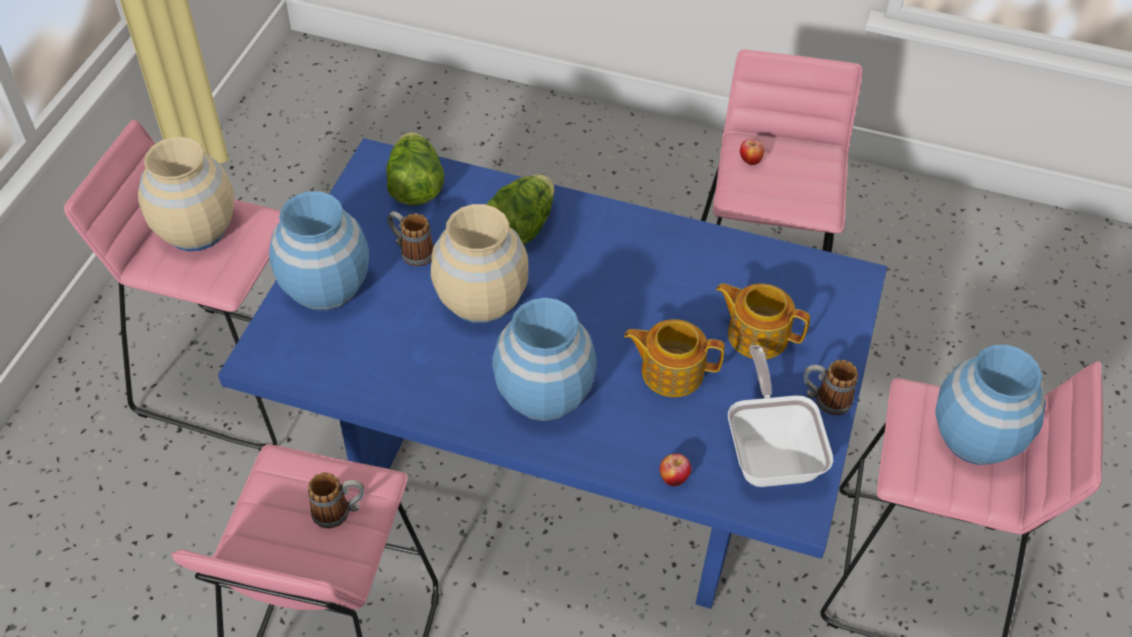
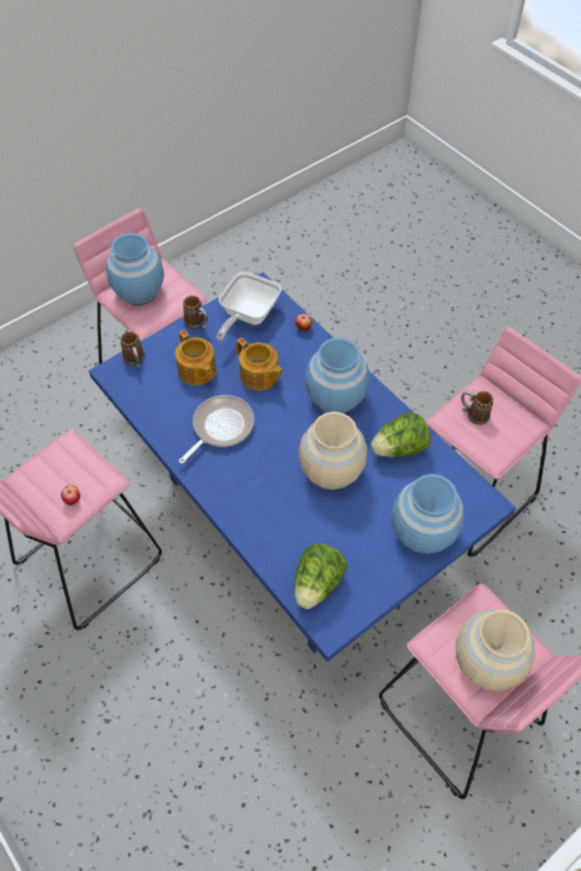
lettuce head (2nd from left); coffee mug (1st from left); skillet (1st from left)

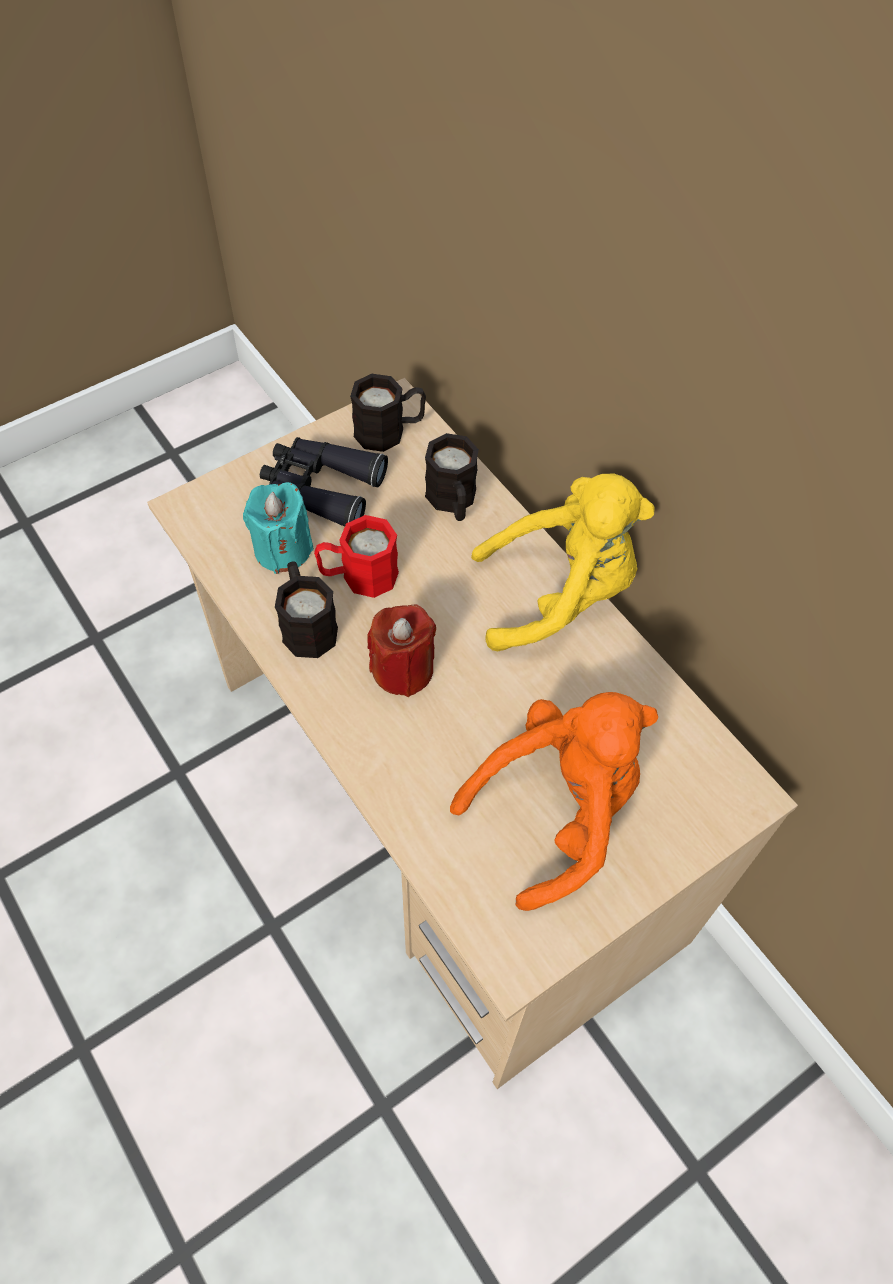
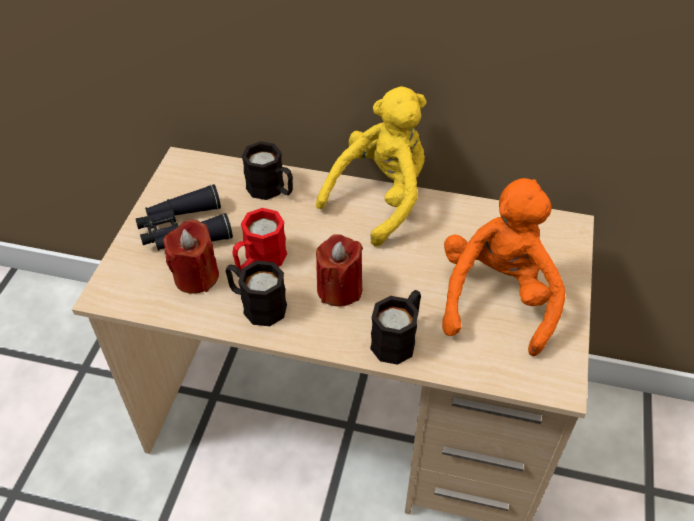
black coffee mug (3rd from left); red-coloured candle (1st from left)

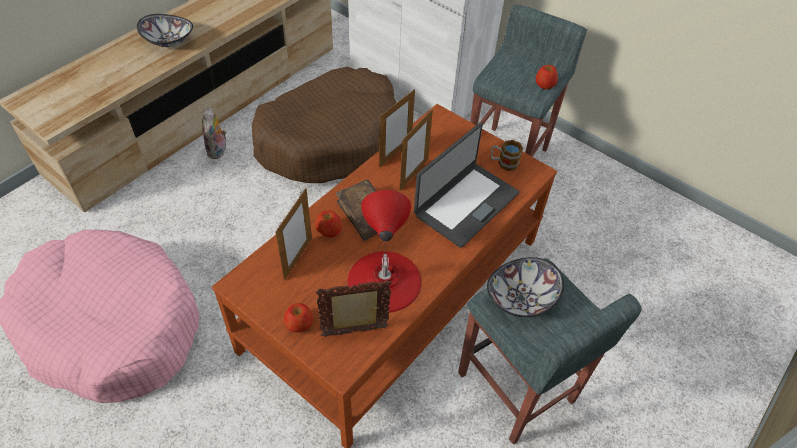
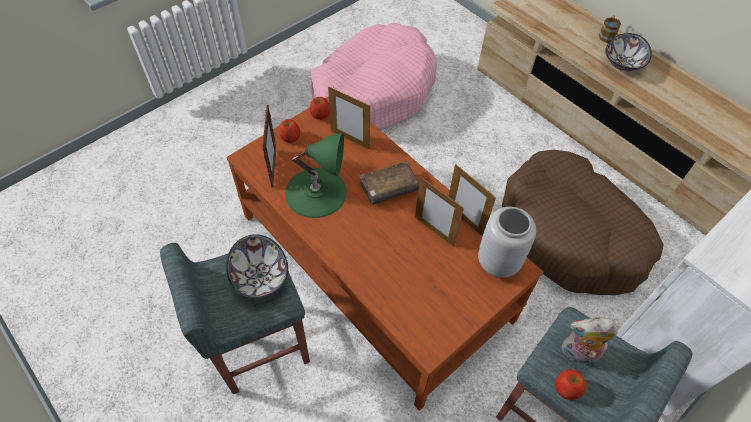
plush toy; notebook computer; coffee mug; green-coloured tabletop lamp; apple (2nd from left); grey decorative vase

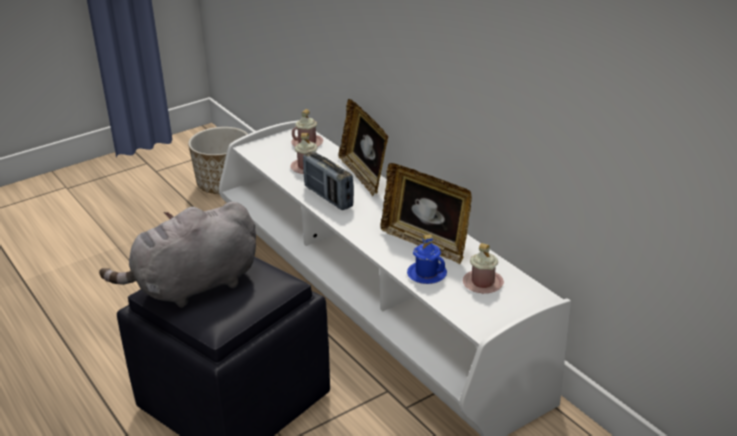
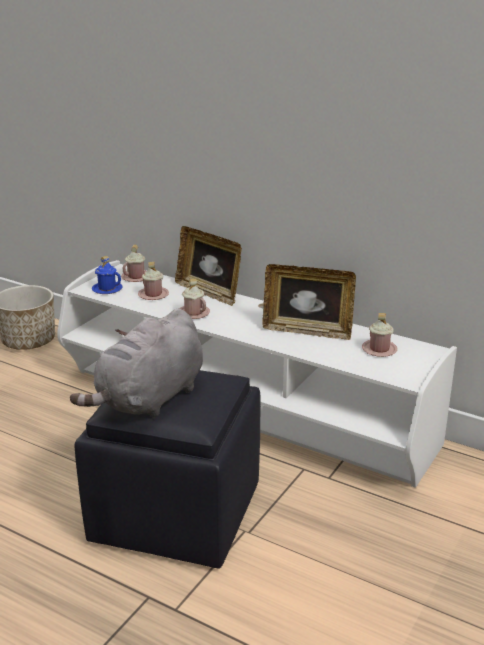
pinkish coffee mug (3rd from left); bluish coffee mug

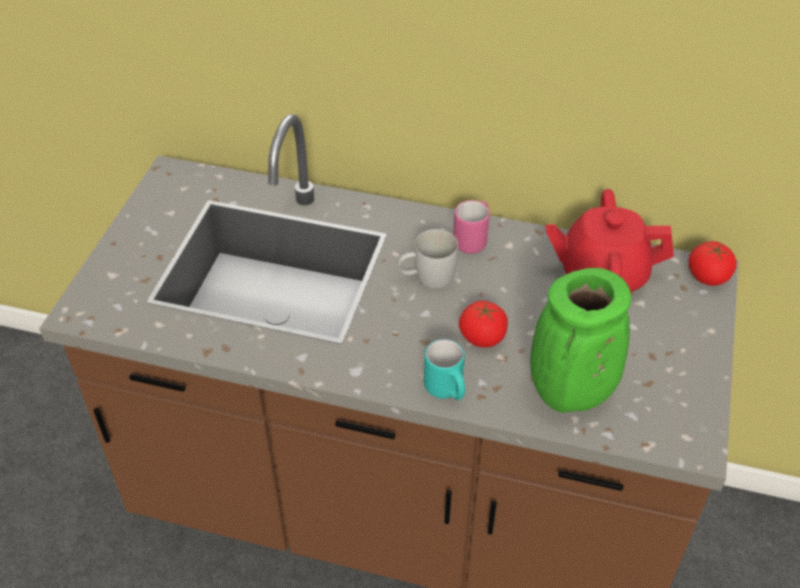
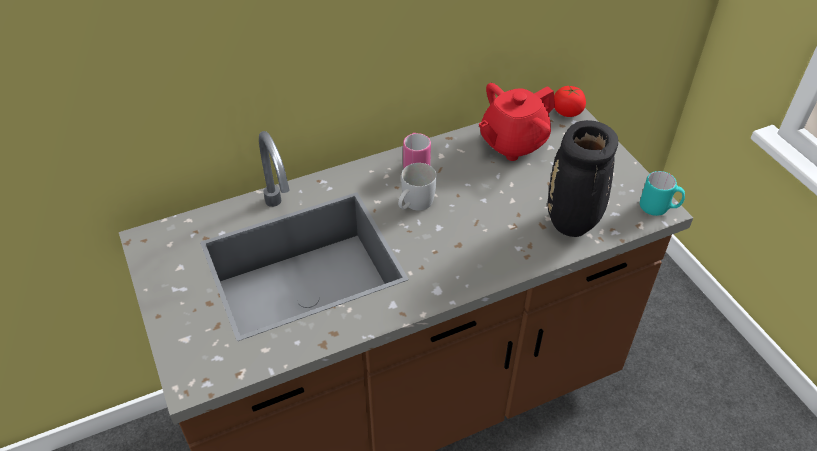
black decorative vase; tomato (1st from left in the first image); turquoise coffee mug

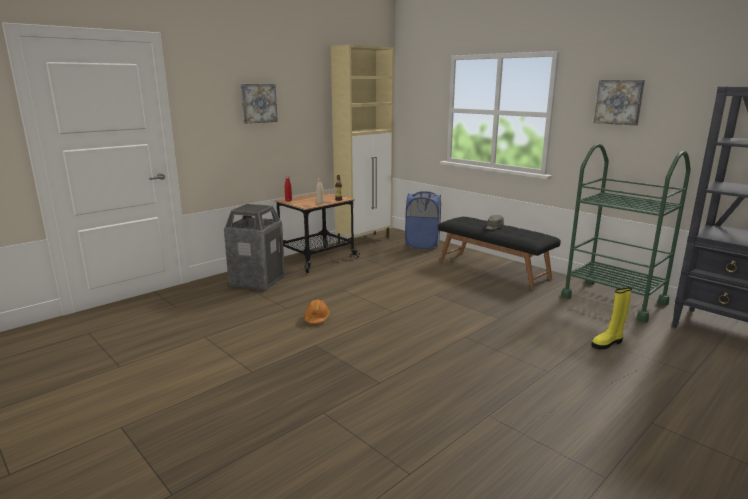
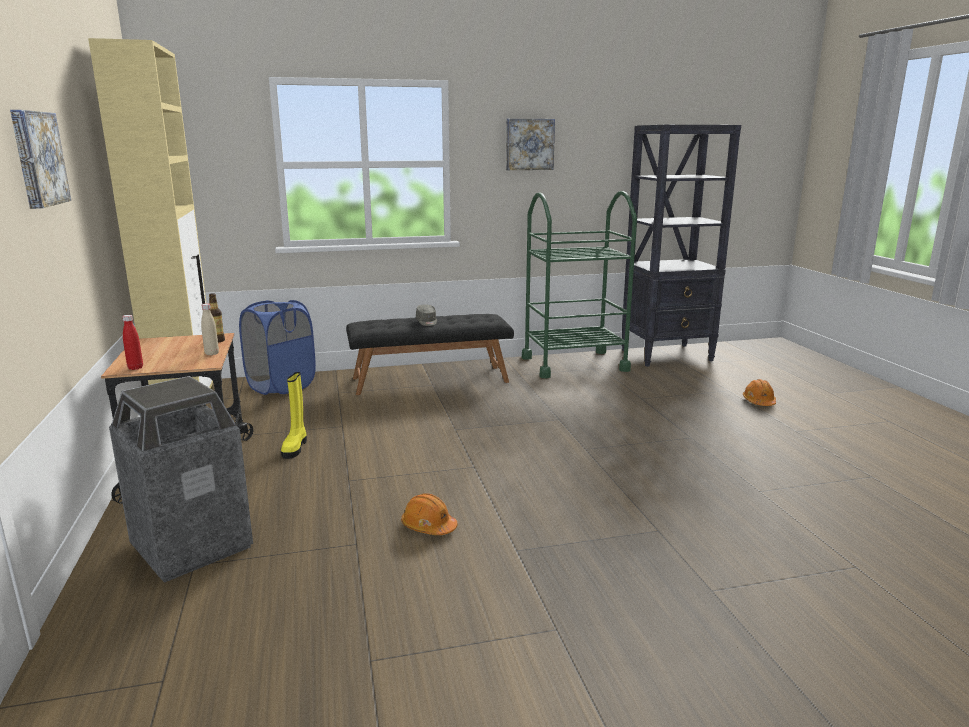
yellowish tall boot; orange safety helmet (2nd from left)

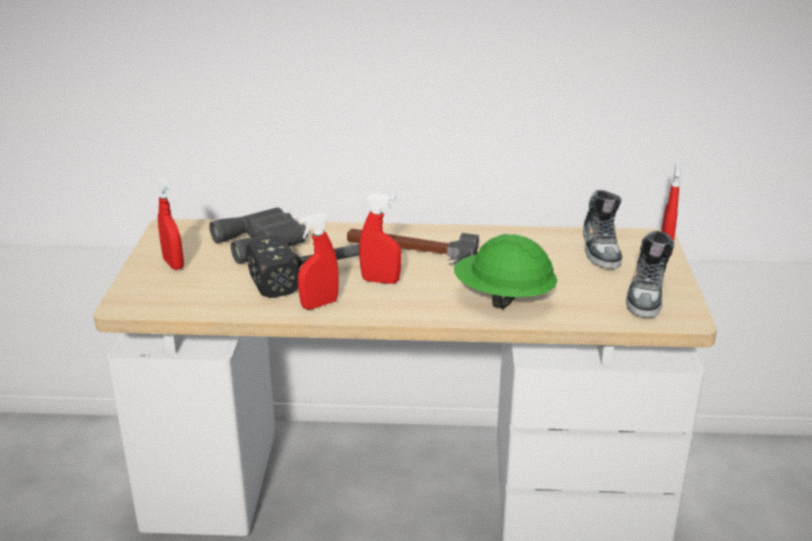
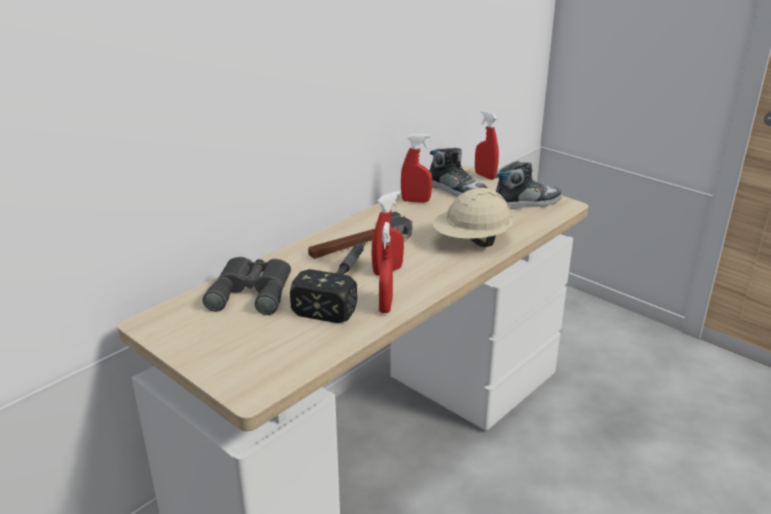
red-coloured spray bottle (3rd from left); shoe (2nd from left); beige safety helmet

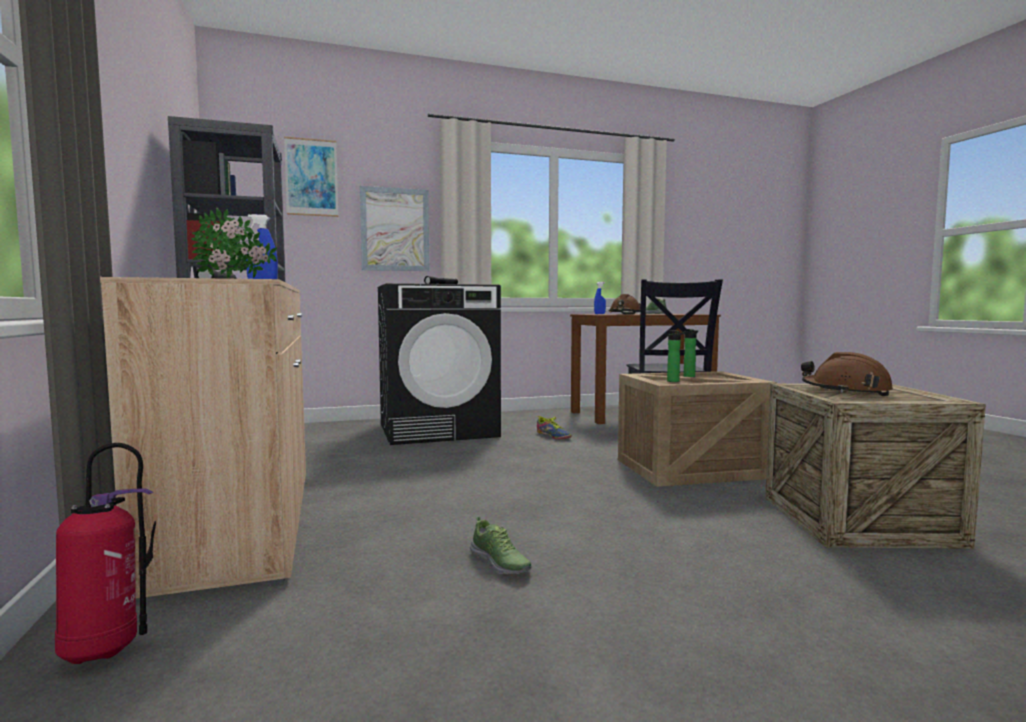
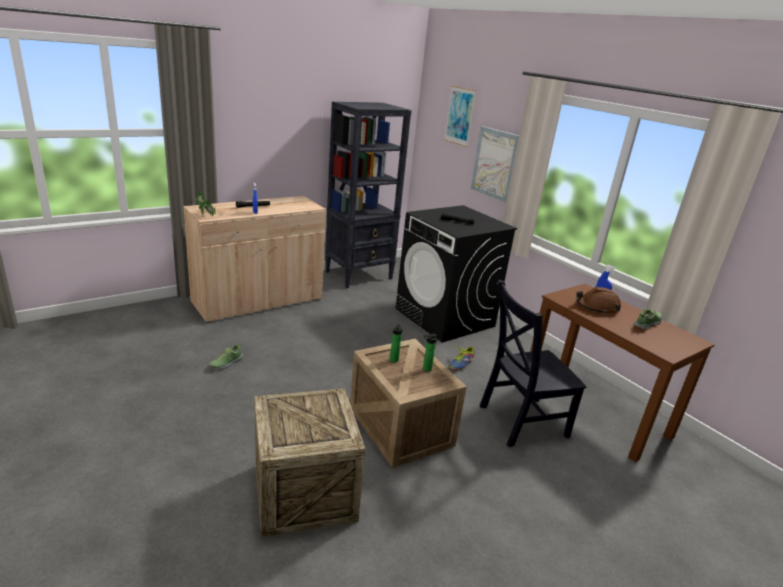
brown safety helmet (2nd from left in the first image); fire extinguisher

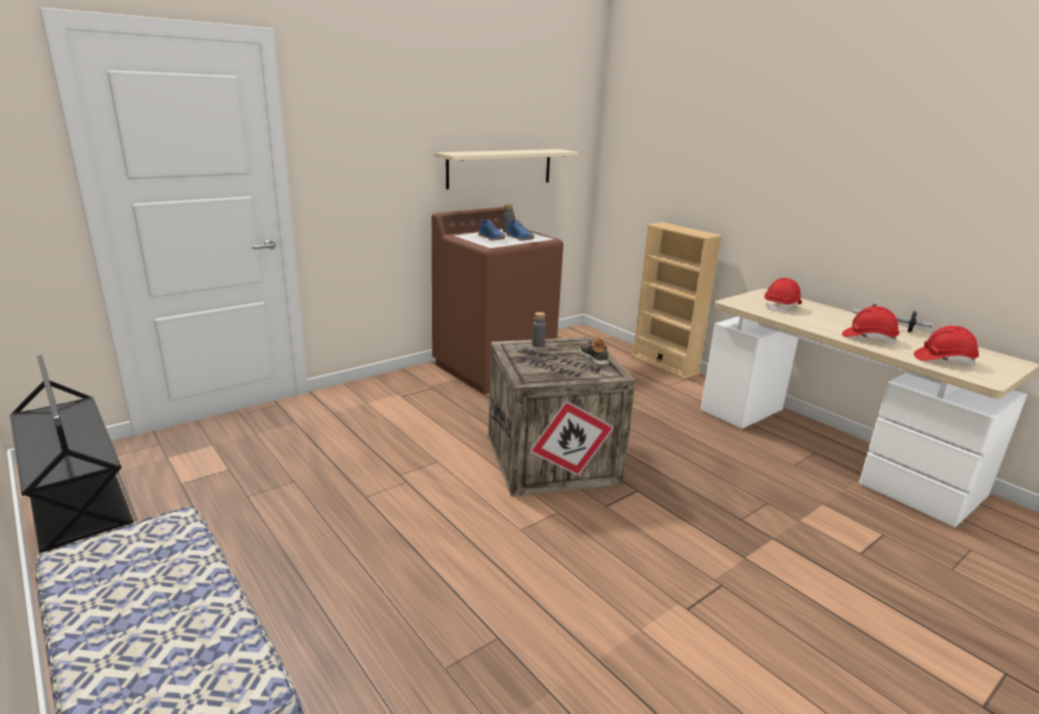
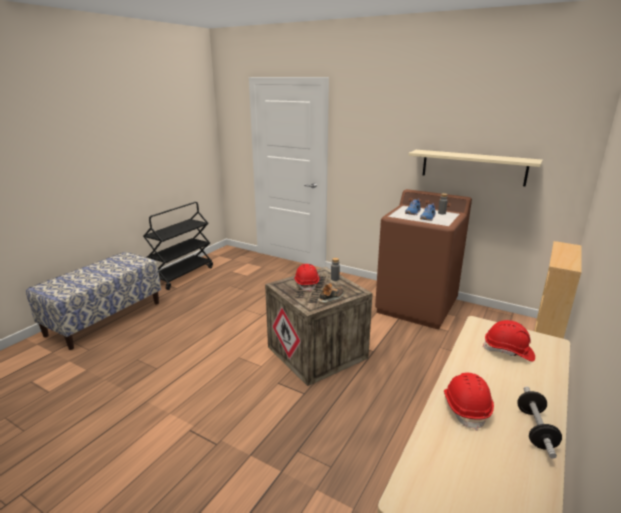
red-coloured safety helmet (1st from left)

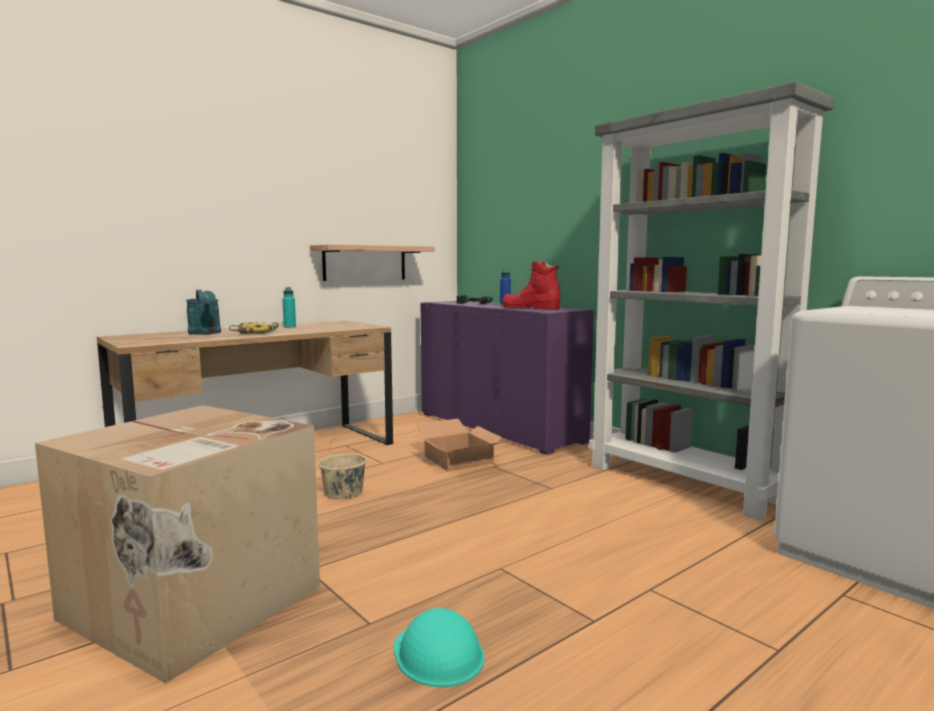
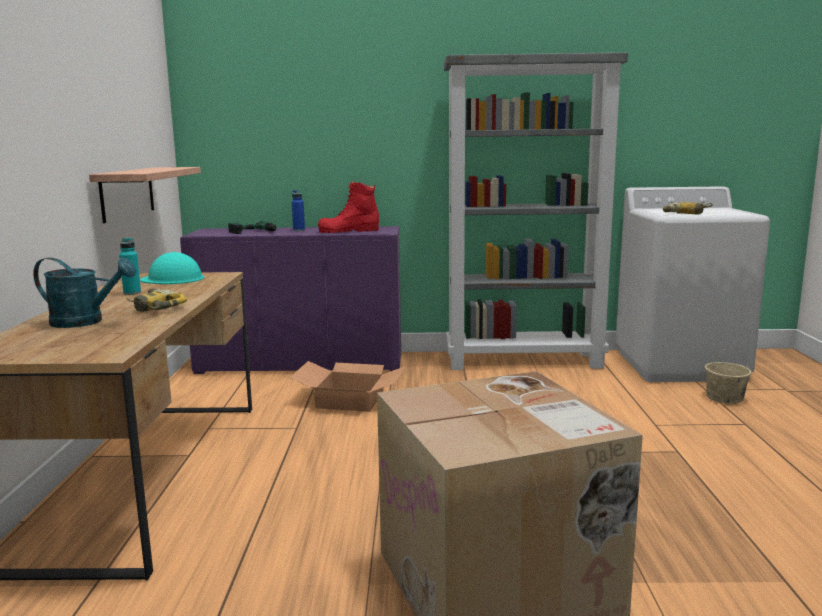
beige pail; turquoise safety helmet; drill (3rd from left)

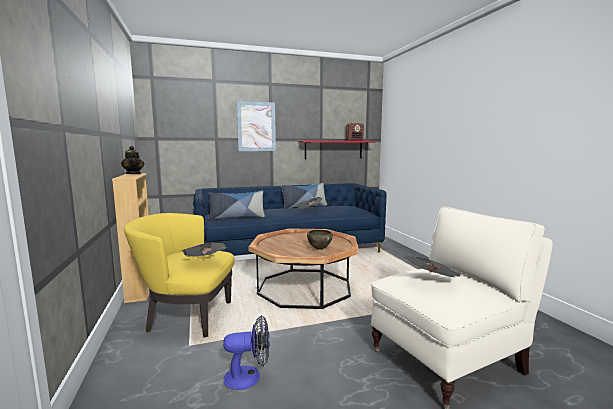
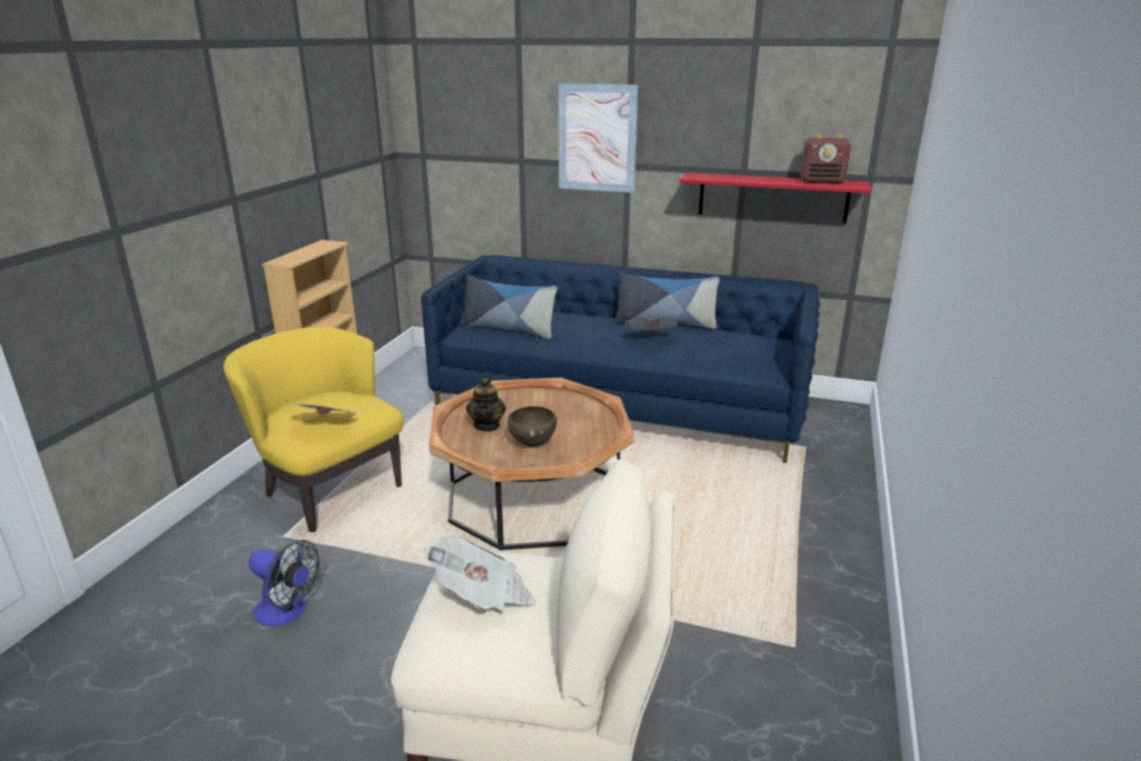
teapot

